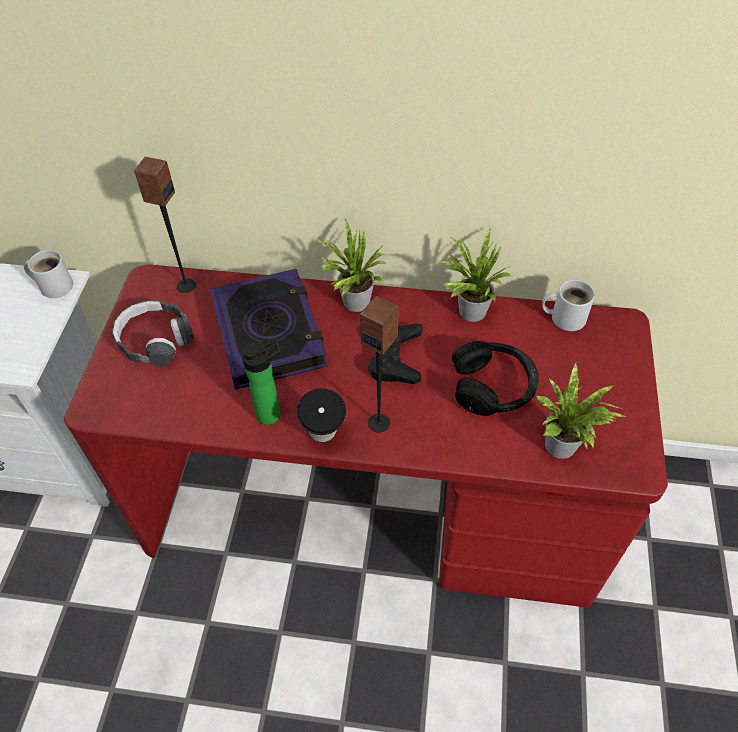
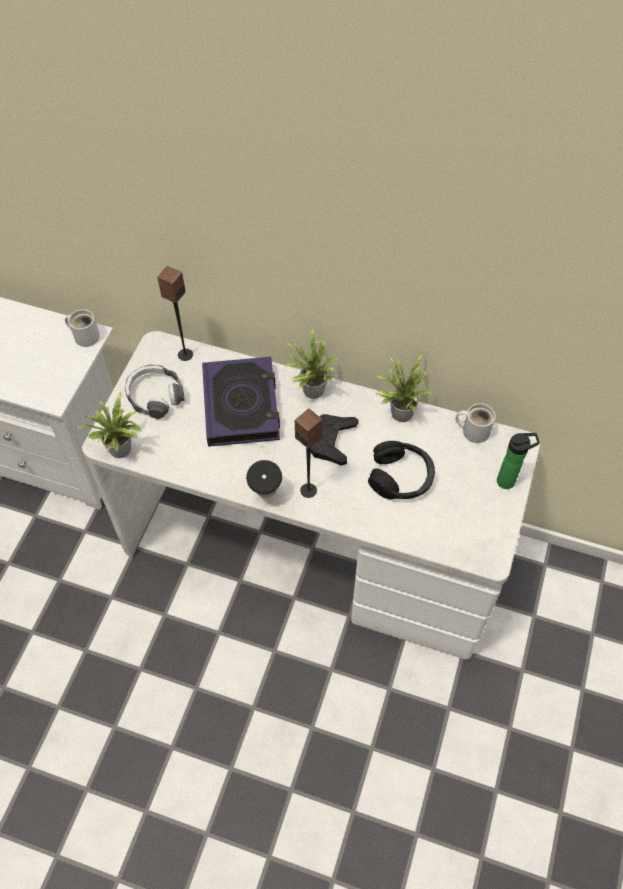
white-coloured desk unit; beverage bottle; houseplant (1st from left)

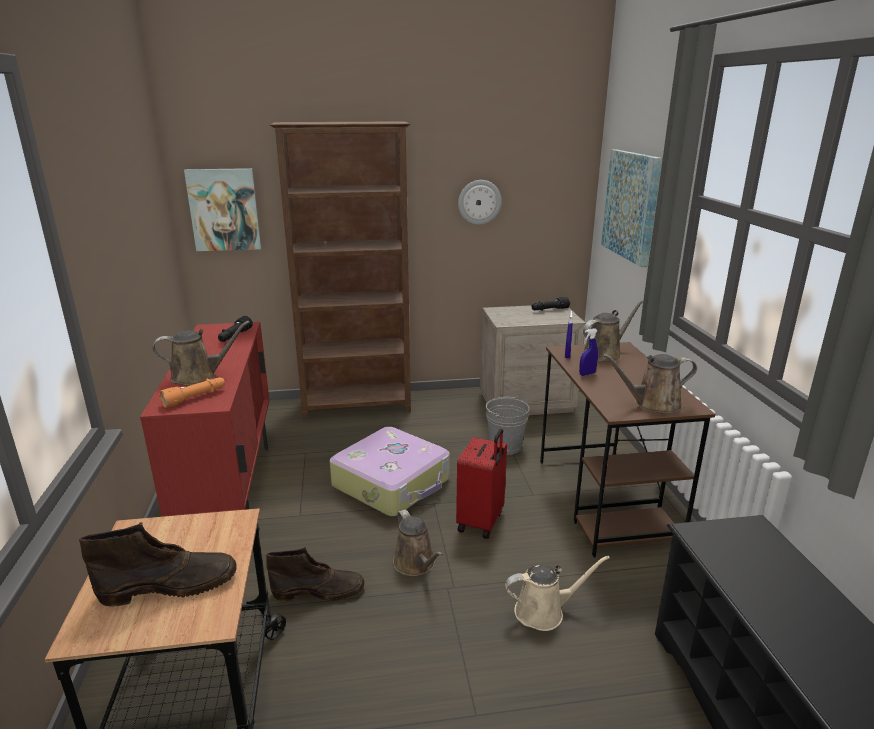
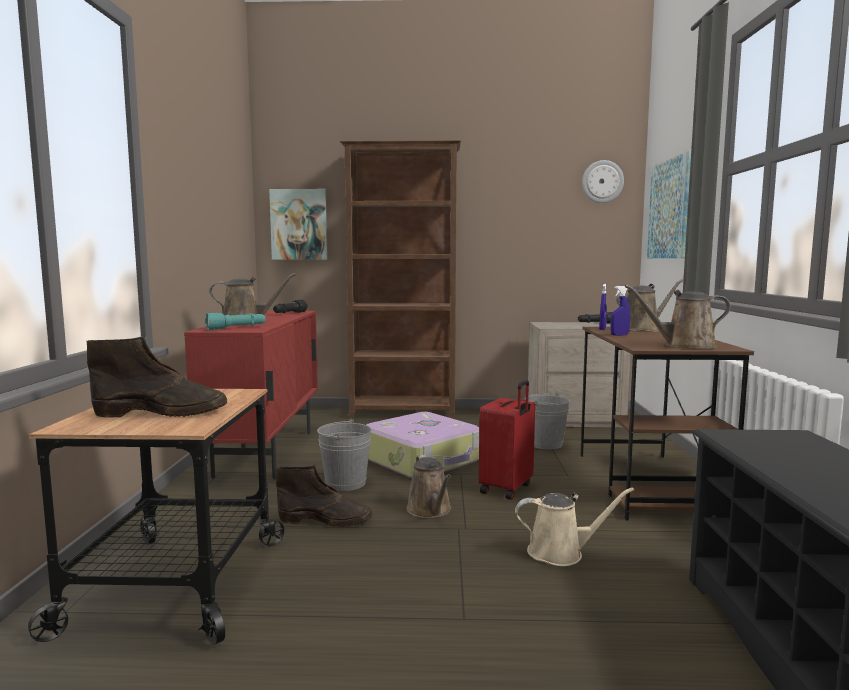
hanging clock; turquoise flashlight; grey pail (1st from left)

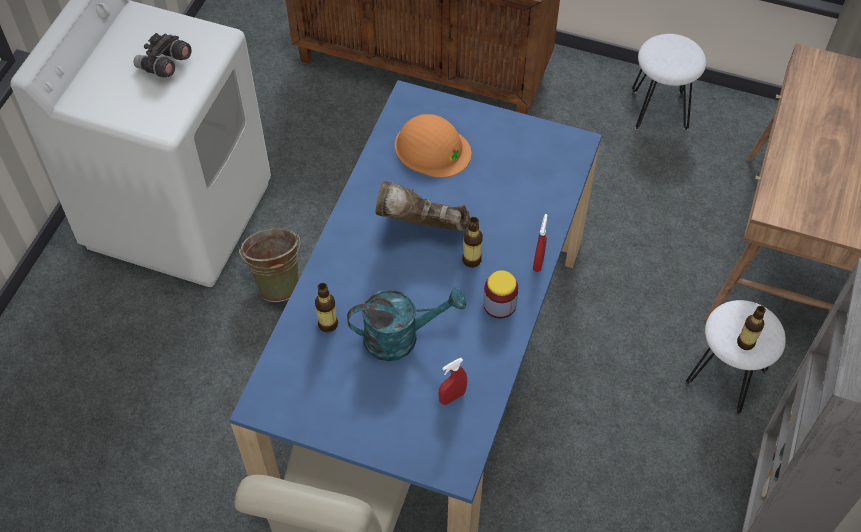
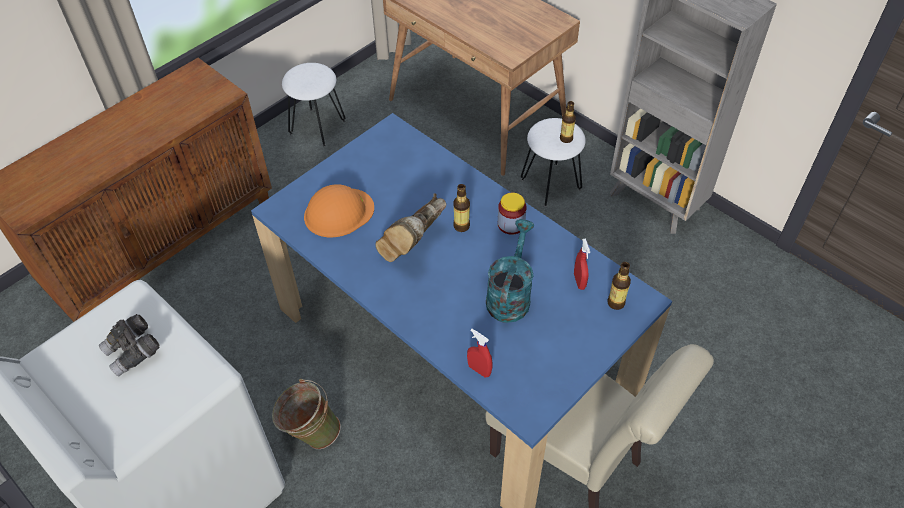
red-coloured spray bottle (1st from left); beverage bottle (3rd from left)

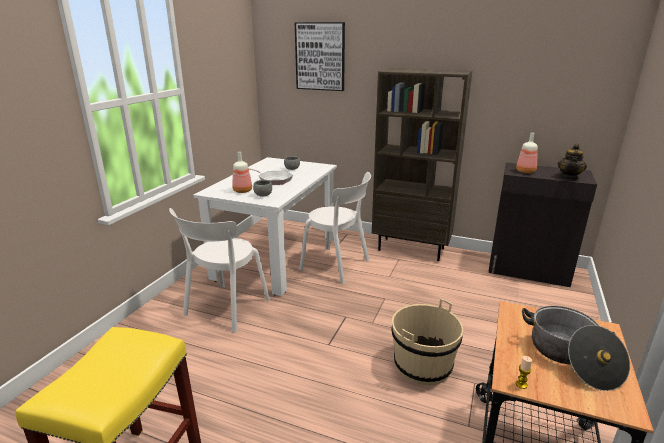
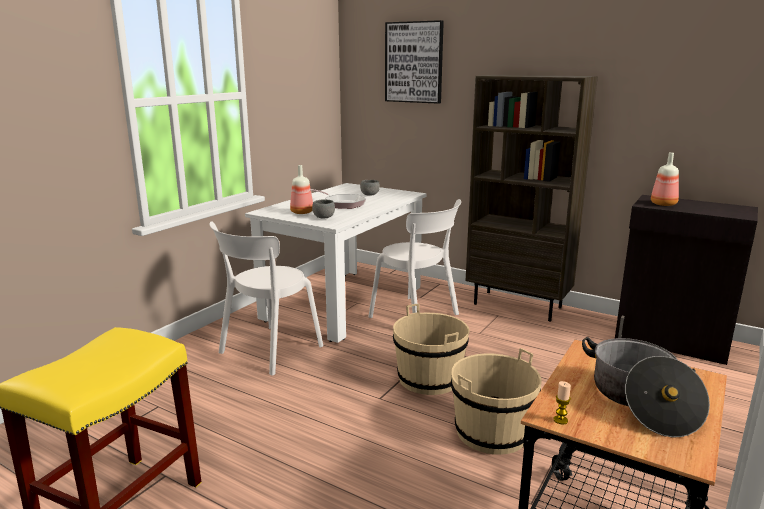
teapot; beige pail (1st from left)

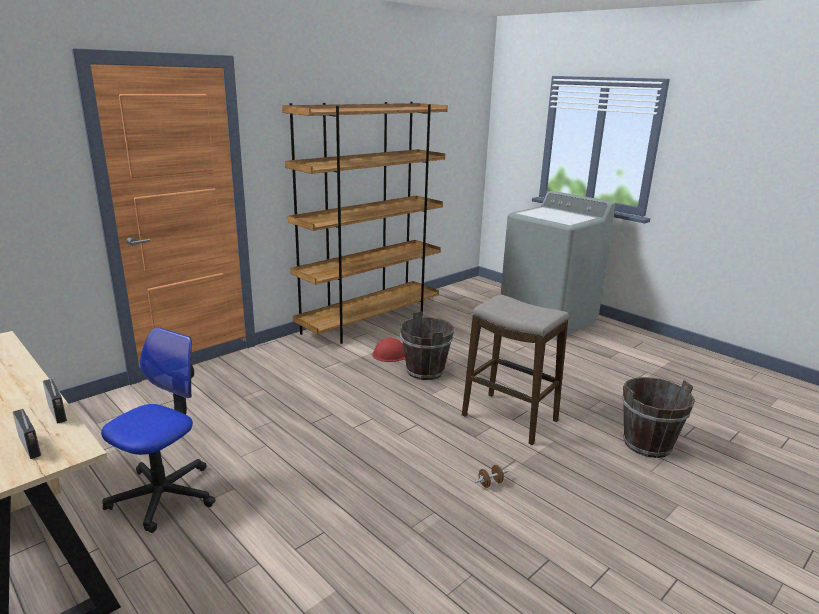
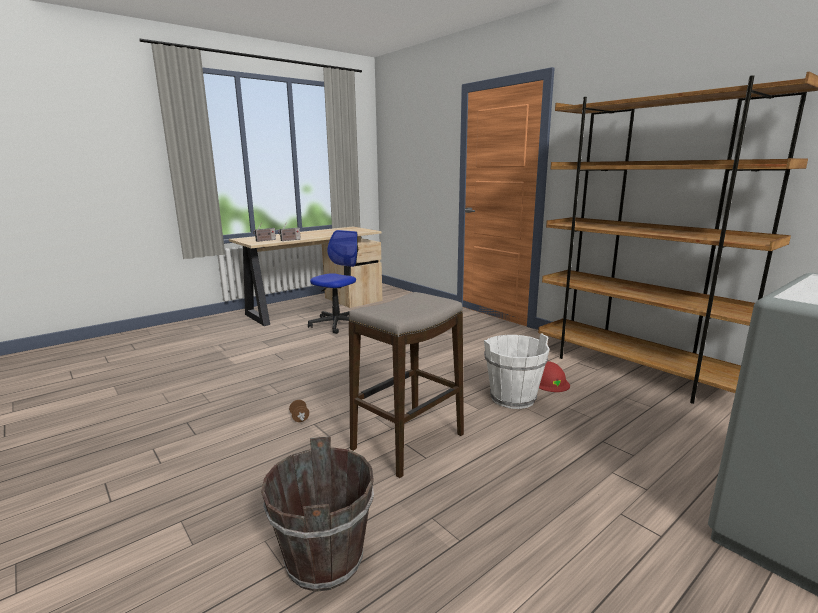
white-coloured pail; desk chair

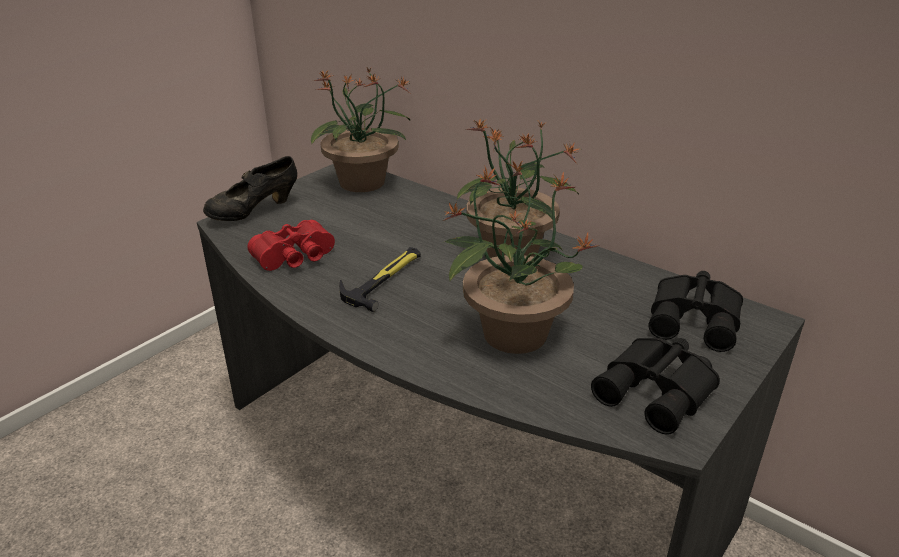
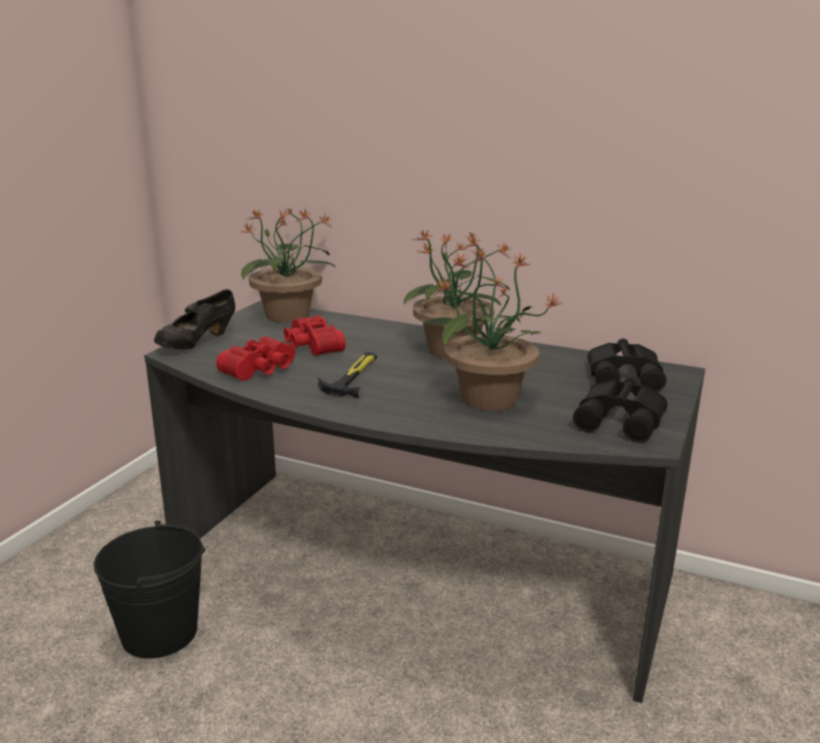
red-coloured field glasses (2nd from left); black pail

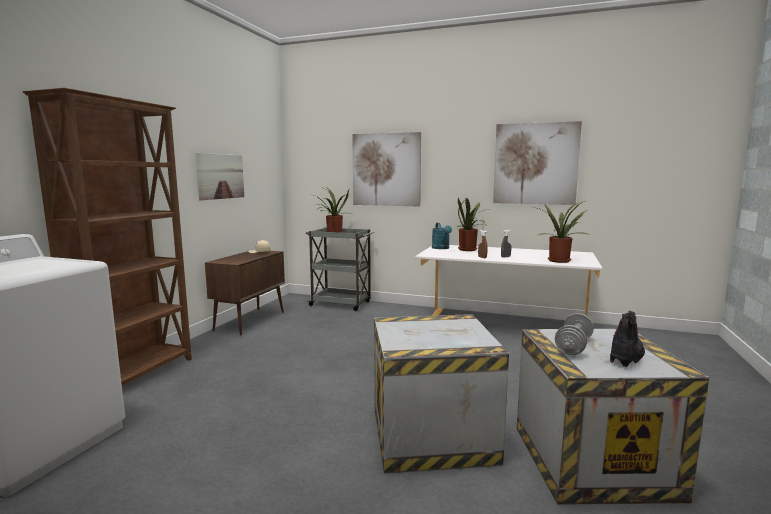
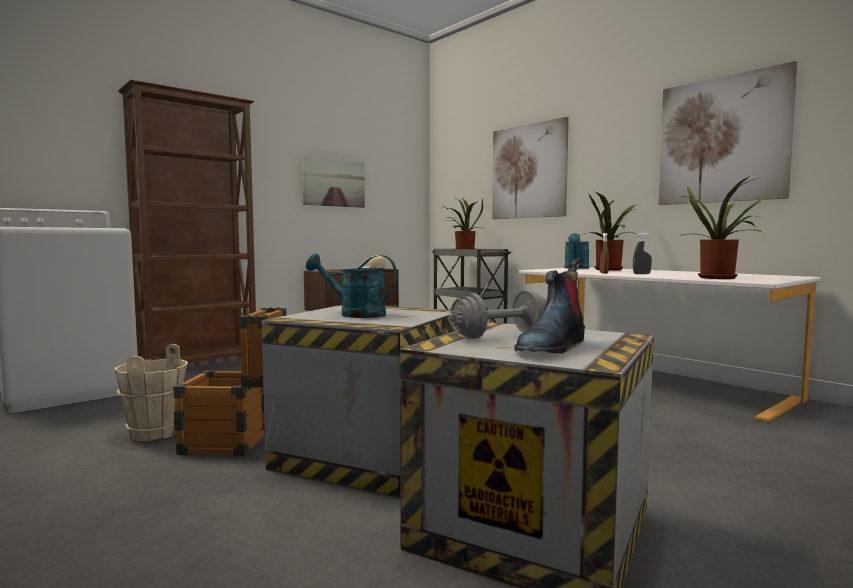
tall boot; turquoise watering can (1st from left); packing crate (1st from left); beige pail

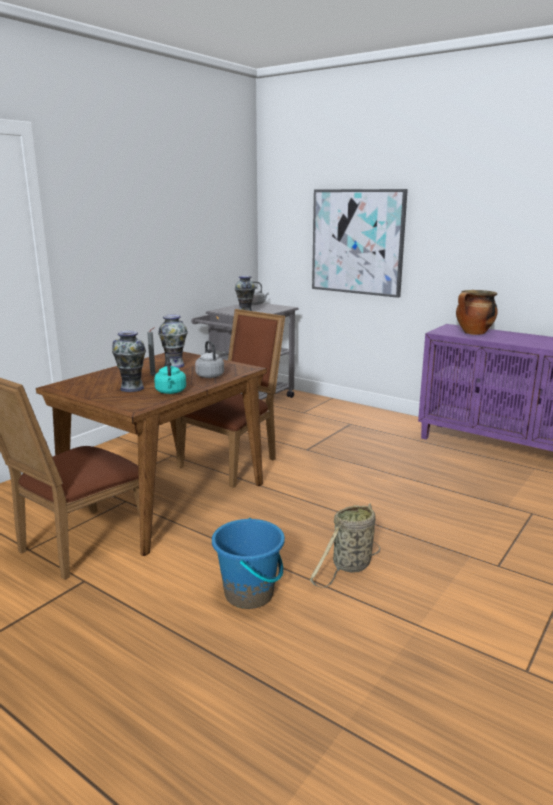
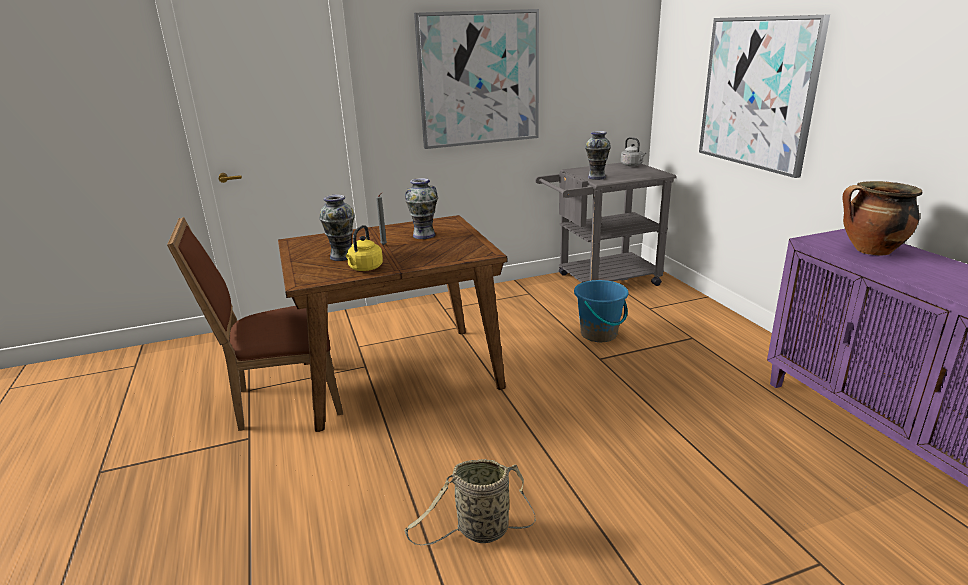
brown chair (2nd from left in the first image); grey kettle (1st from left in the first image); yellowish kettle; bluish pail; wall picture (1st from left)

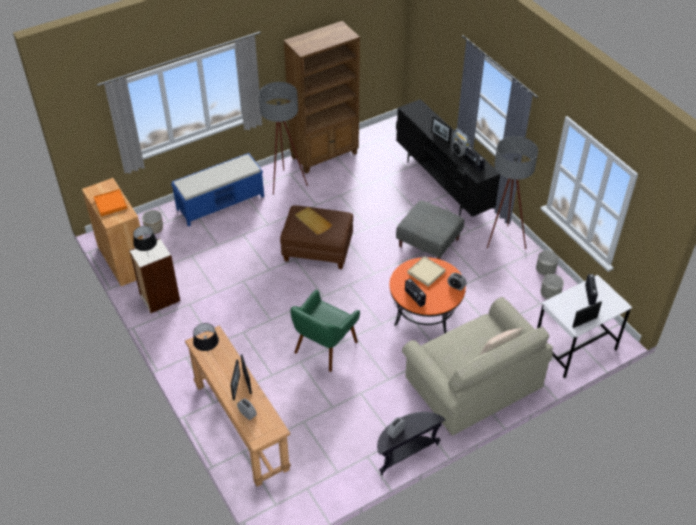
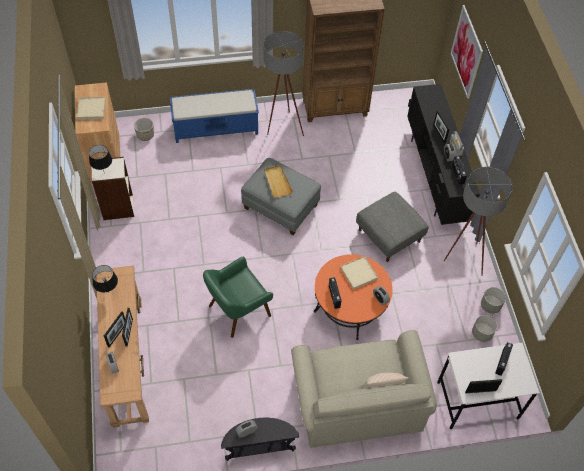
beige carrying tray (1st from left); grey footrest (1st from left); wall picture

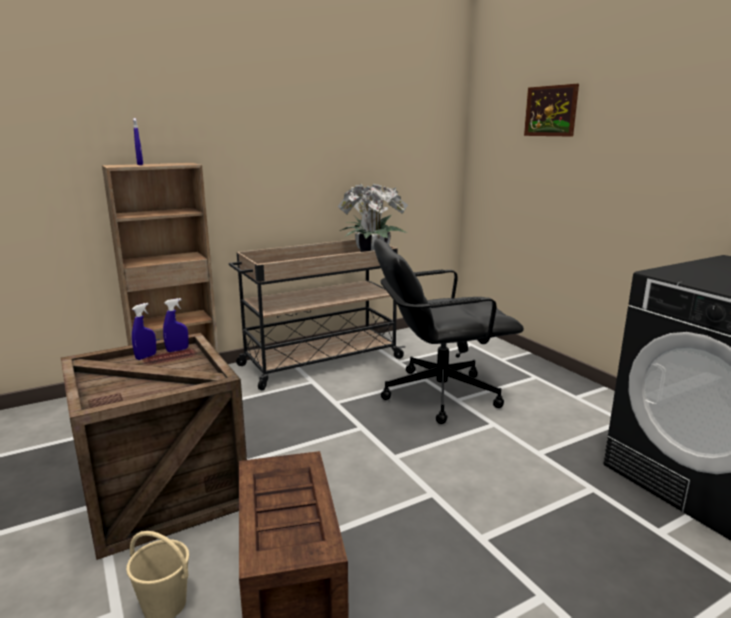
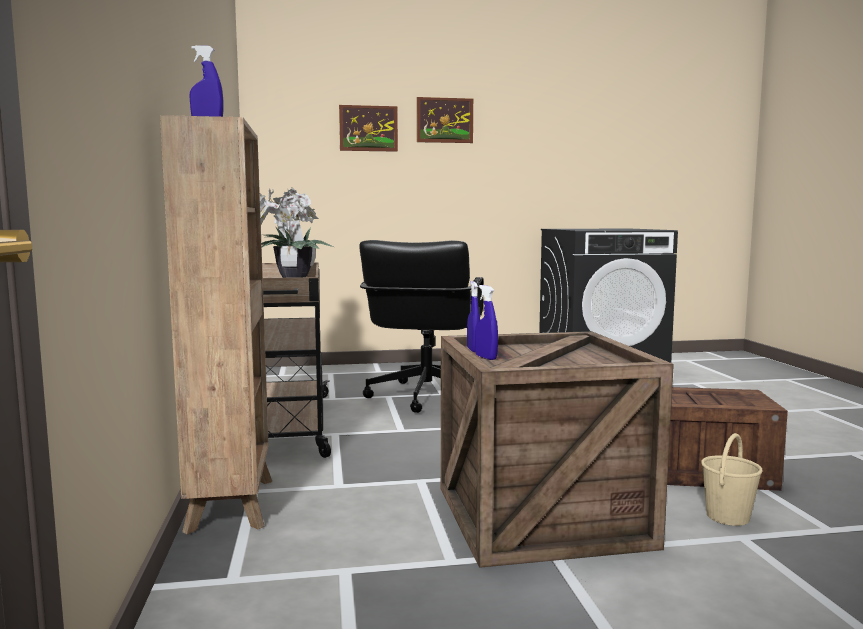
wall picture (2nd from left)

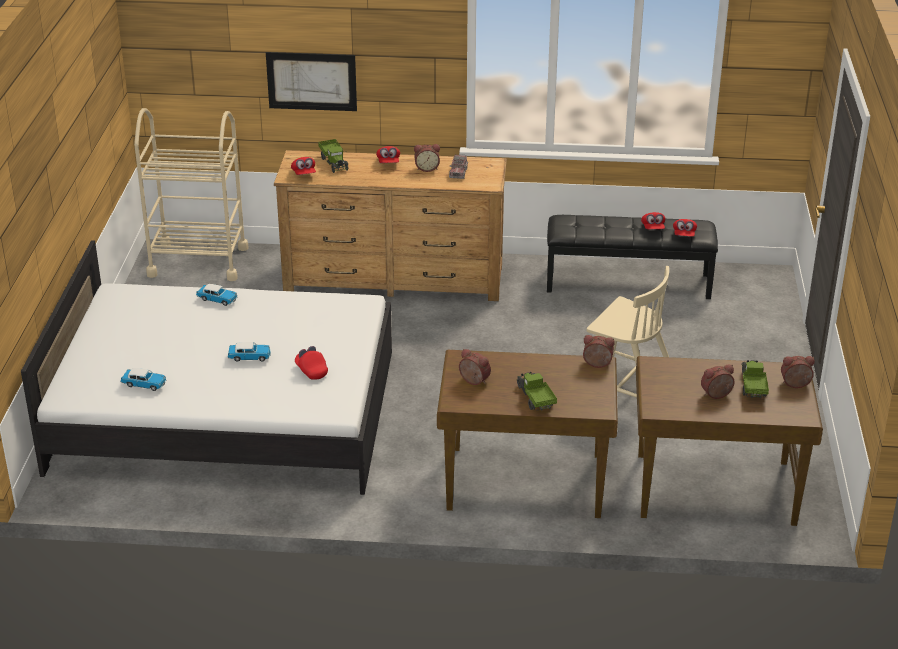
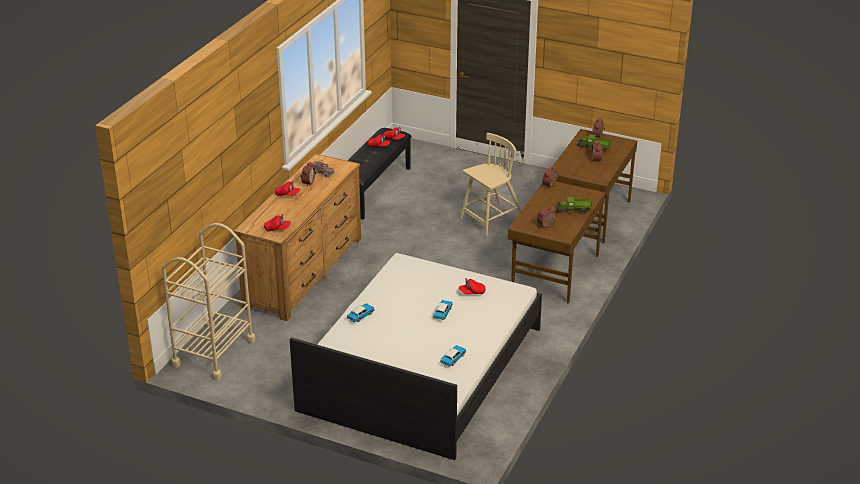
wall picture; model truck (1st from left in the first image)

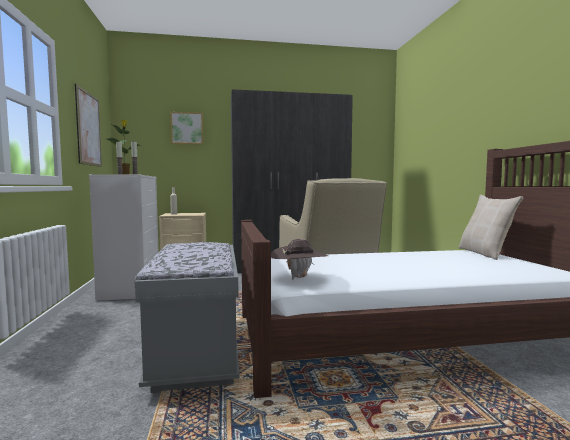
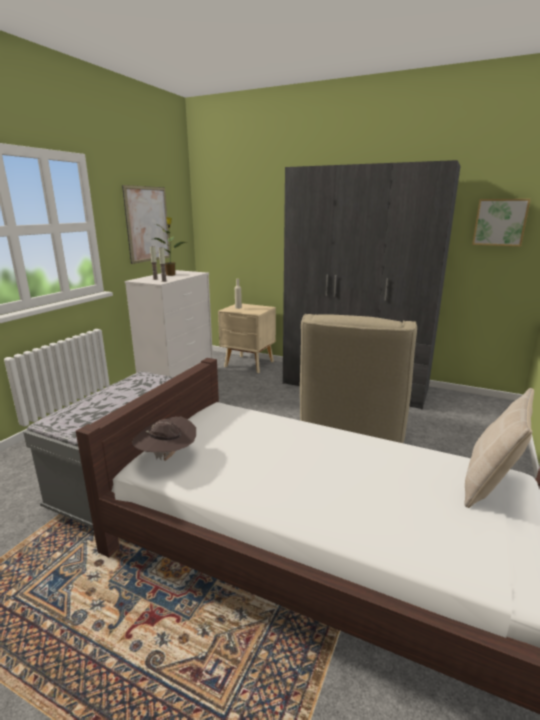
wall picture (2nd from left)

